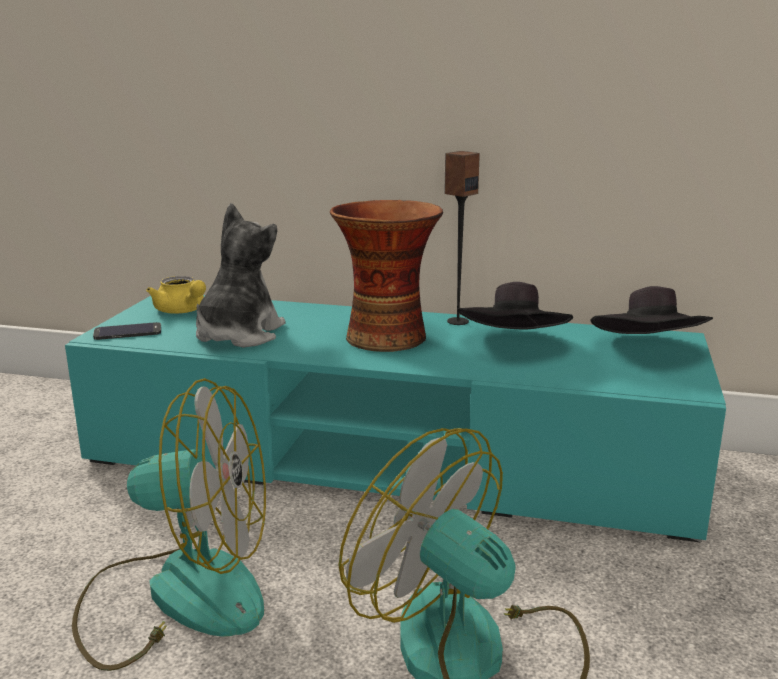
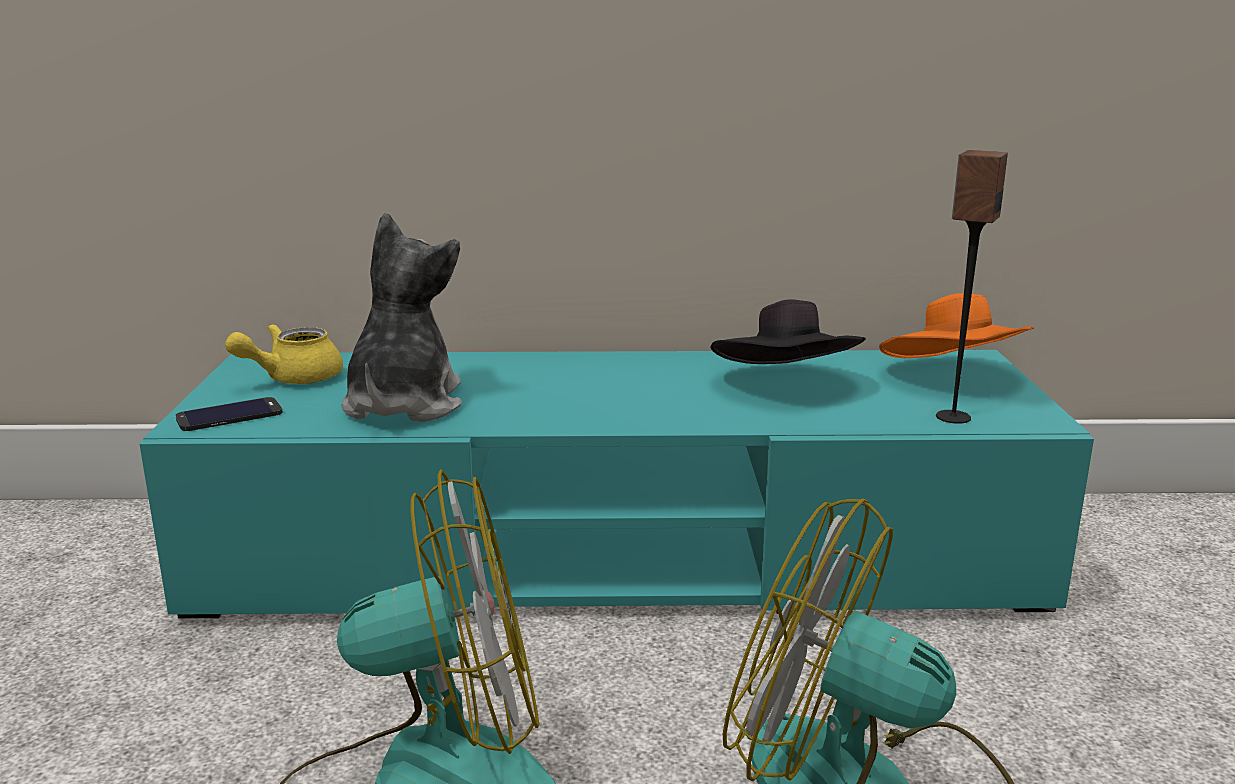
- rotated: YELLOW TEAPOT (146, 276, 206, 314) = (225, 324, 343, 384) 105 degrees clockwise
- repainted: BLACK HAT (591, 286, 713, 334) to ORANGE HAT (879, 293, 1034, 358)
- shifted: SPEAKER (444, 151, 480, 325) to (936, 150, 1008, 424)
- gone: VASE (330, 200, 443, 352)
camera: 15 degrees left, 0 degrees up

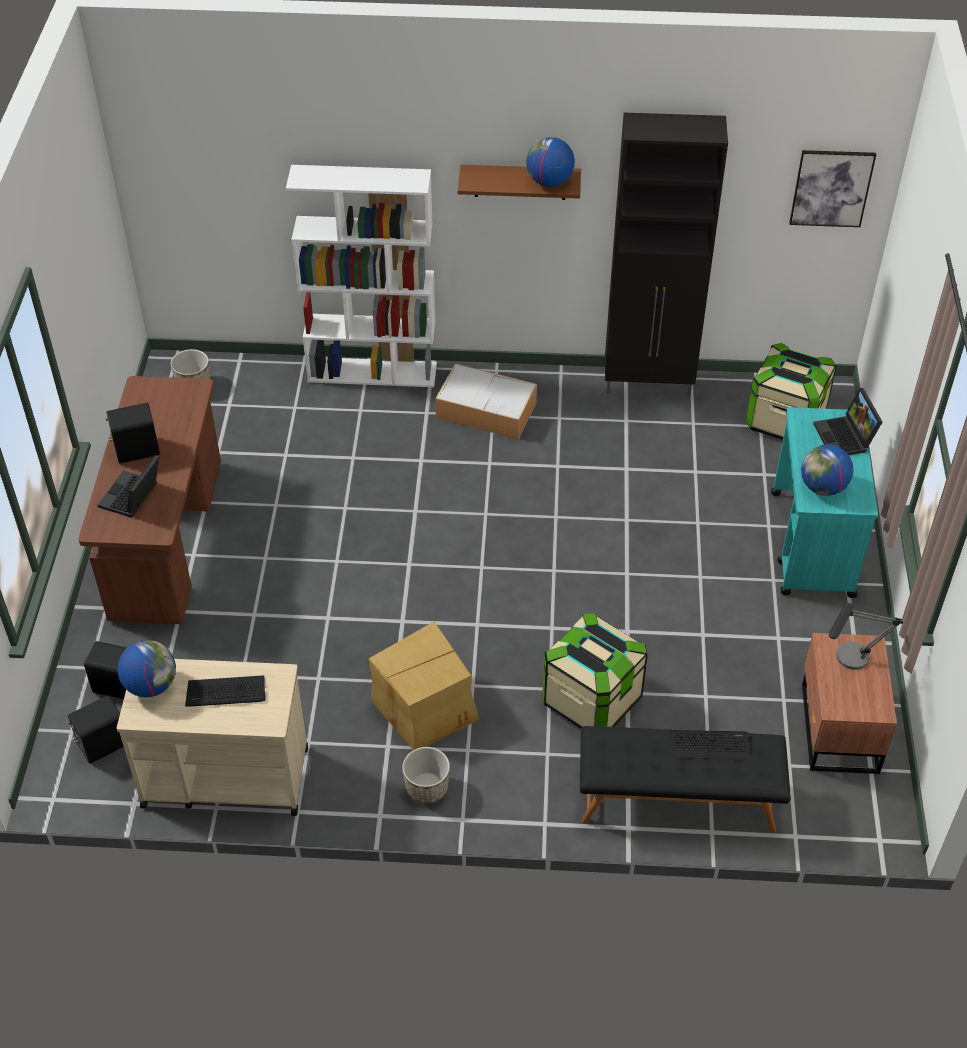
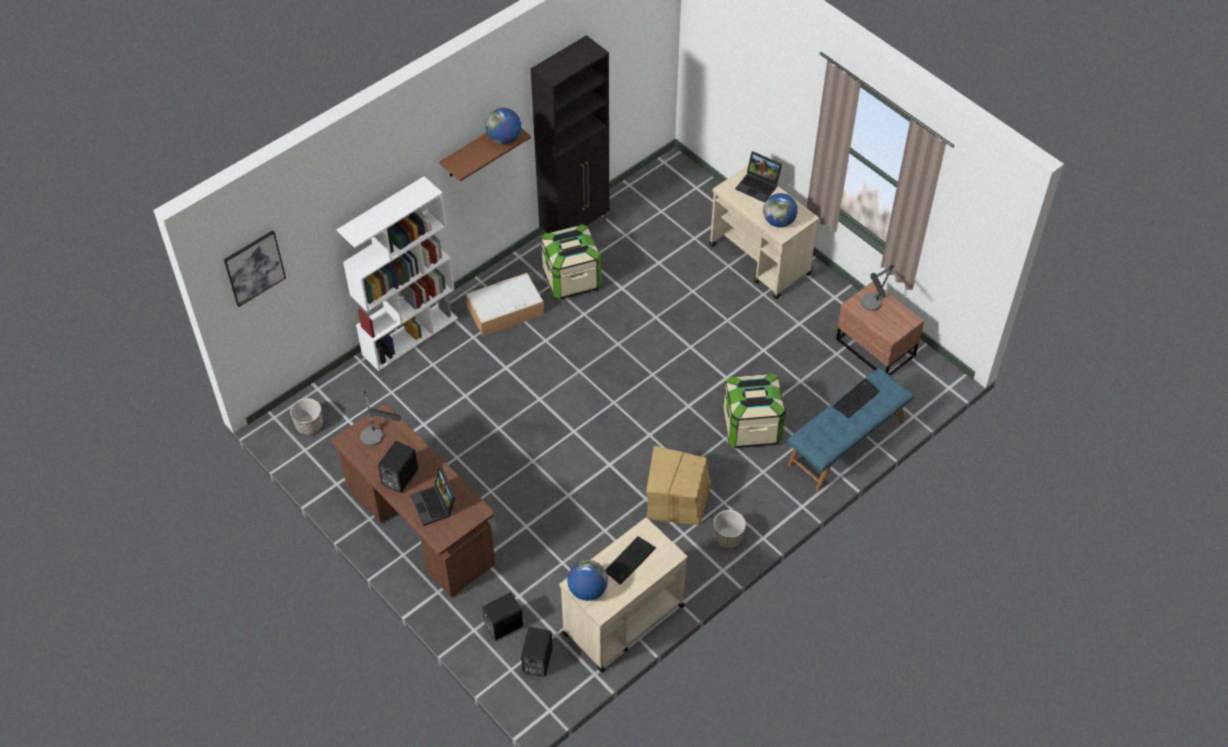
- shifted: PICTURE (789, 150, 876, 227) to (224, 230, 286, 307)
- new: TABLE LAMP (360, 390, 401, 446)
- shifted: STORAGE BOX (746, 343, 837, 440) to (540, 224, 602, 300)
- repainted: TURQUOISE CART (771, 407, 878, 598) to BEIGE CART (709, 165, 819, 299)
- repainted: BLACK BENCH (580, 726, 791, 833) to BLUE BENCH (787, 368, 914, 491)
camera: 45 degrees left, 5 degrees up

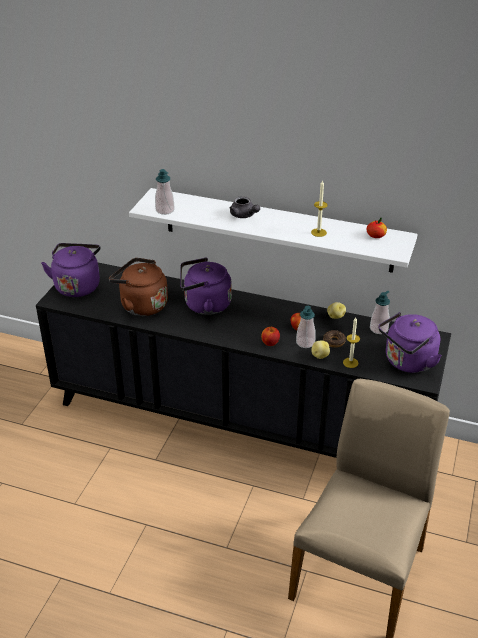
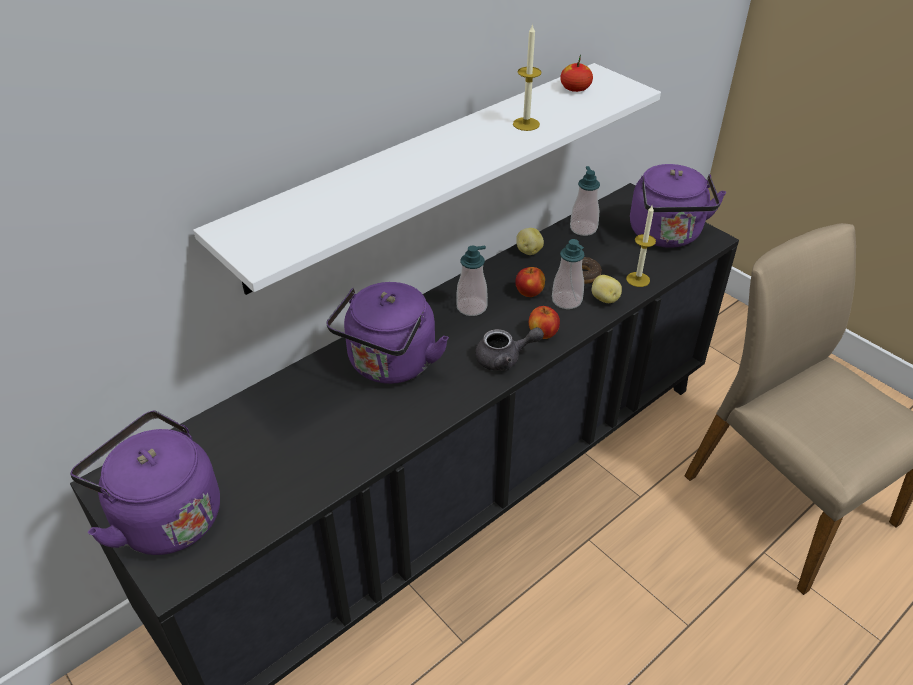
- shifted: SOAP DISPENSER (155, 169, 175, 215) to (456, 245, 488, 316)
- shifted: GREY TEAPOT (230, 196, 260, 218) to (475, 327, 544, 371)
- gone: BROWN KETTLE (109, 258, 168, 316)
camera: 60 degrees left, 5 degrees up

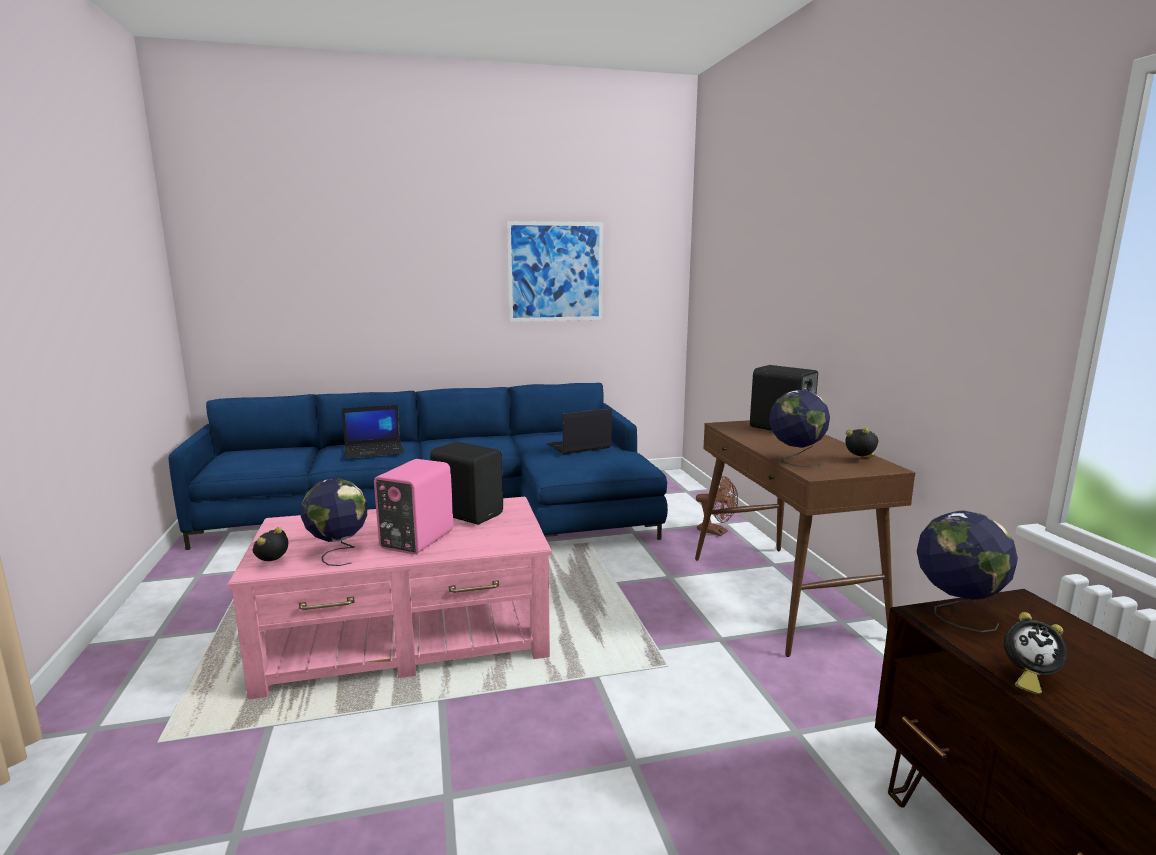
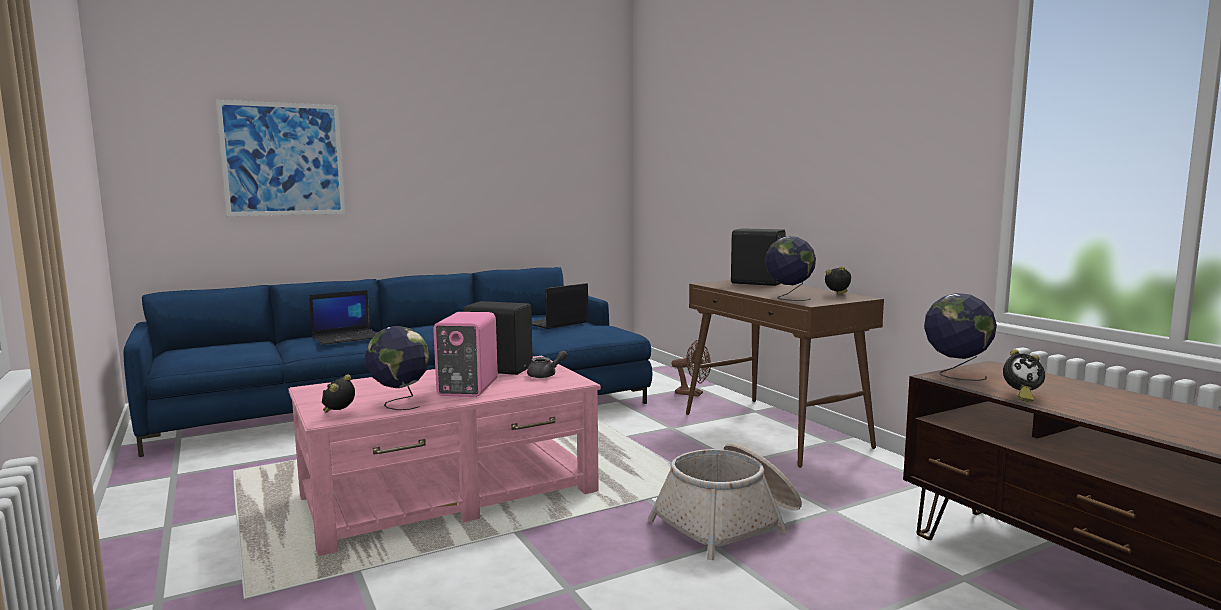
- shifted: PICTURE (507, 221, 603, 322) to (216, 100, 345, 216)
- new: GREY TEAPOT (527, 351, 567, 378)
- new: BASKET (647, 443, 802, 560)
camera: 15 degrees left, 5 degrees down

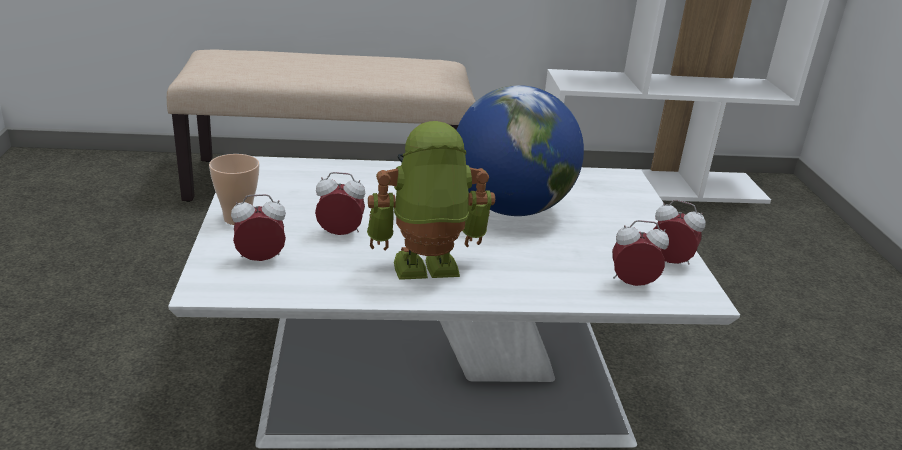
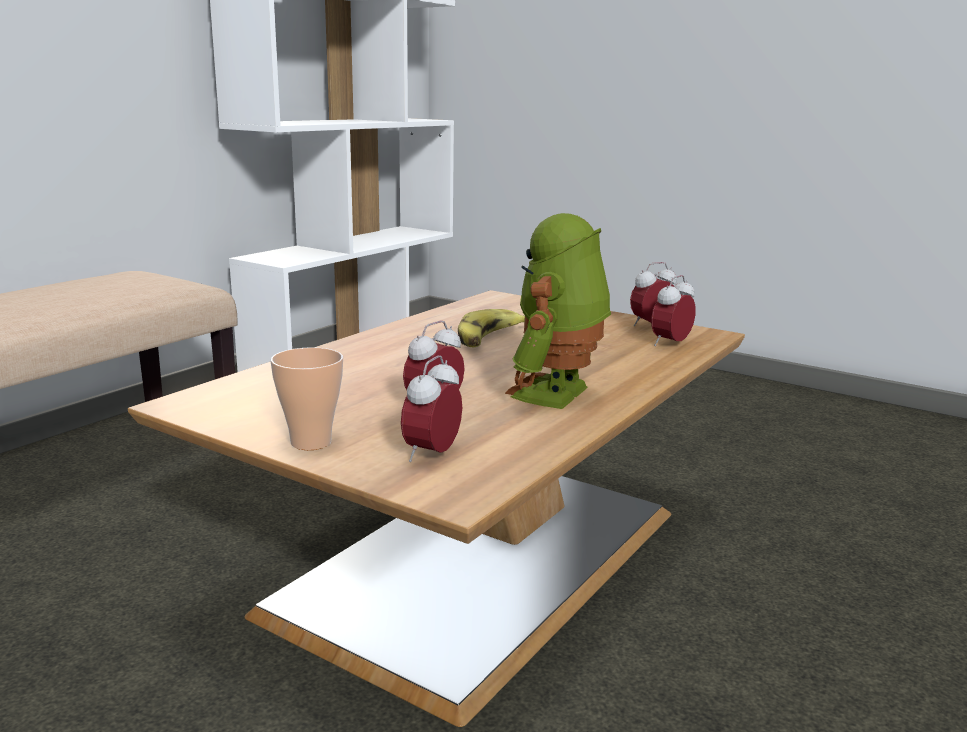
- repainted: WHITE COFFEE TABLE (168, 156, 740, 449) to BROWN COFFEE TABLE (128, 290, 745, 727)
- swapped: GLOBE (456, 85, 584, 216) to BANANA (458, 309, 525, 347)
camera: 50 degrees left, 10 degrees down

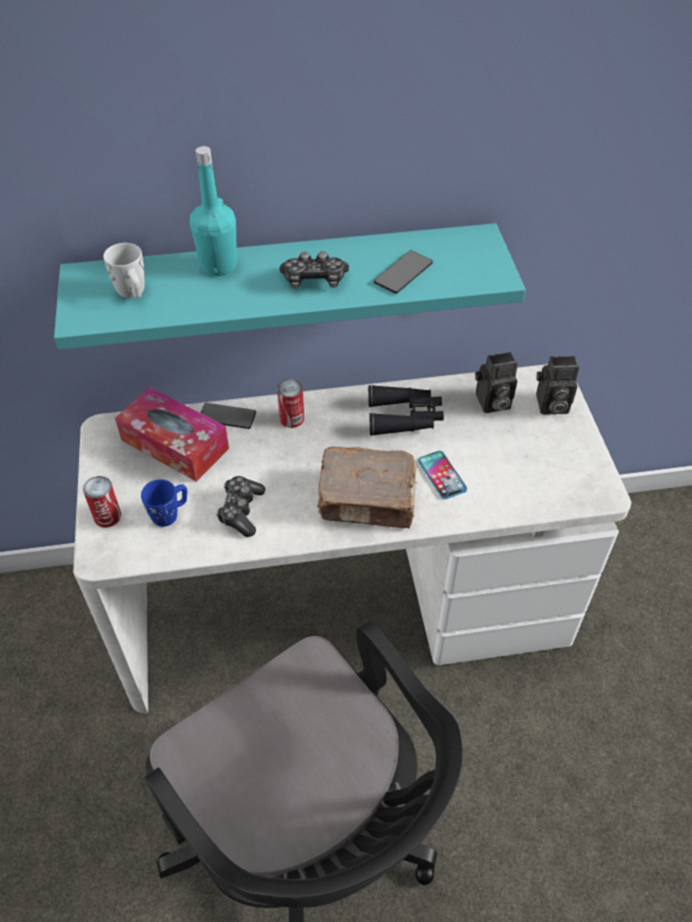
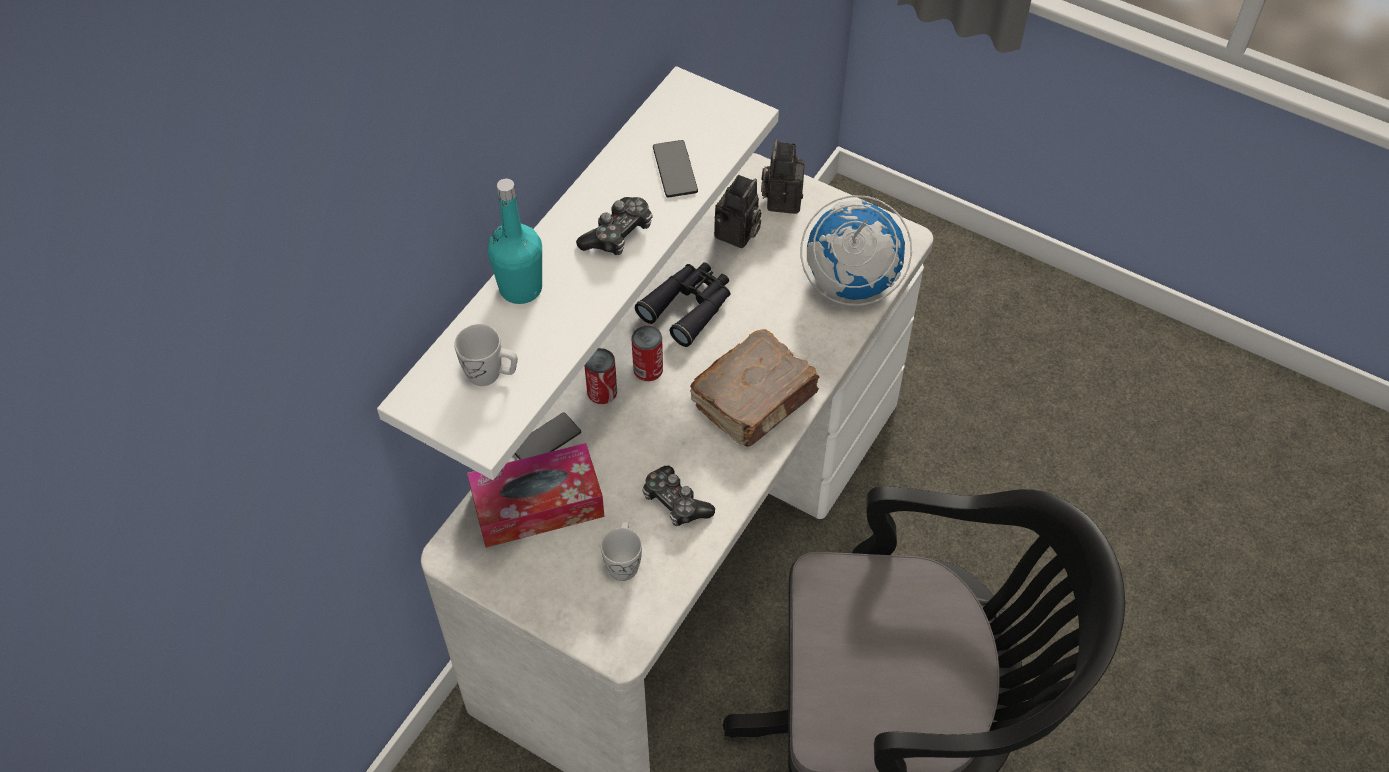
- repainted: TURQUOISE SHELF (54, 223, 526, 350) to WHITE SHELF (377, 66, 779, 480)
- repainted: BLUE MUG (141, 479, 187, 527) to WHITE MUG (601, 522, 642, 581)
- shifted: CAN (83, 476, 121, 527) to (632, 326, 663, 381)
- rotated: PHOTO CAMERA (536, 356, 580, 415) = (761, 139, 805, 214) 150 degrees clockwise
- new: GLOBE (800, 195, 912, 306)
- gone: PHONE (418, 451, 467, 499)
camera: 50 degrees left, 5 degrees up

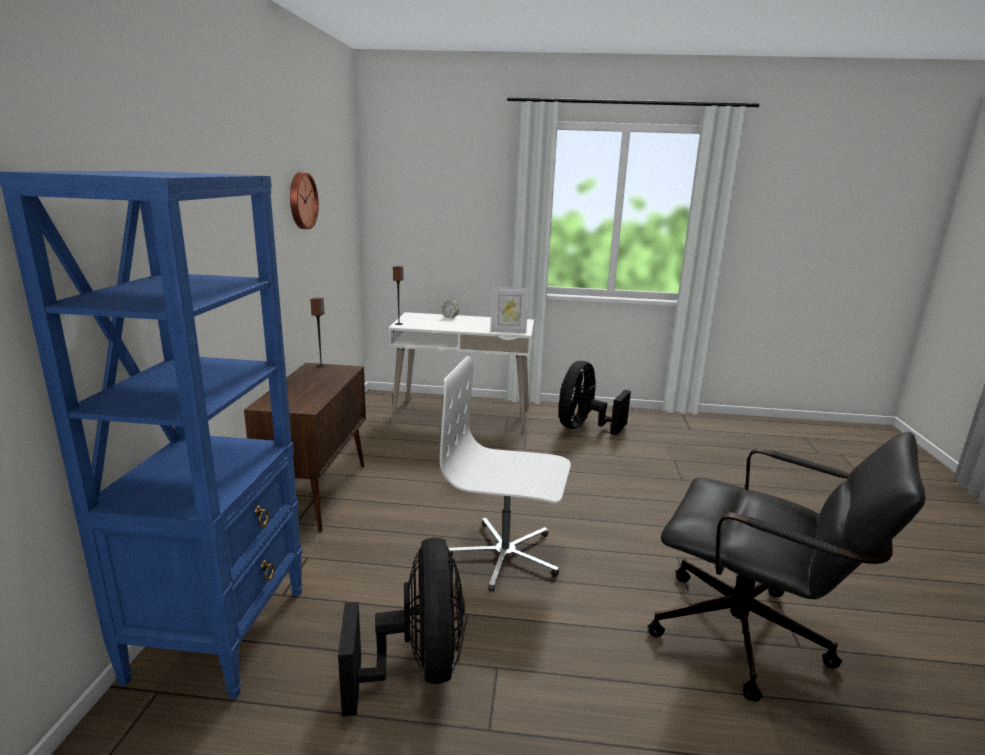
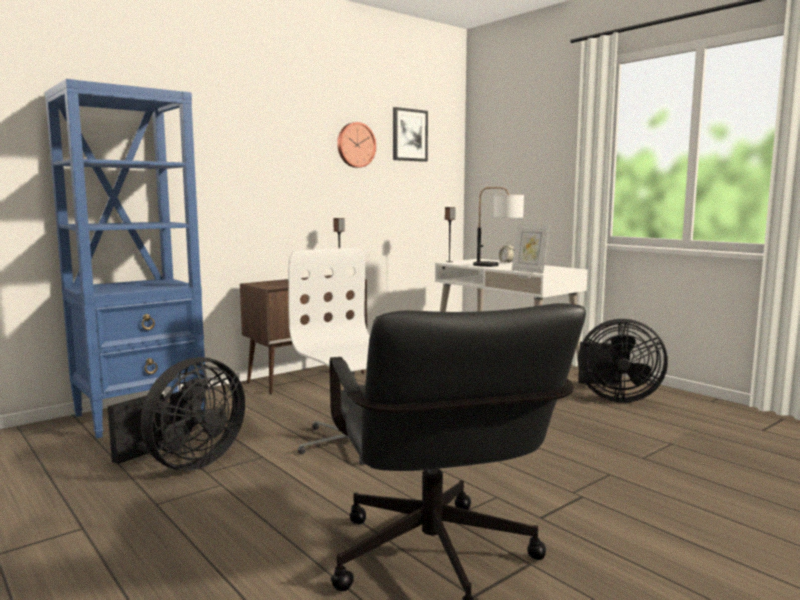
- new: PICTURE (393, 107, 428, 162)
- new: TABLE LAMP (473, 187, 524, 267)
- rotated: BLACK FAN (559, 361, 631, 435) = (578, 319, 668, 403) 150 degrees counterclockwise
camera: 45 degrees right, 10 degrees down

